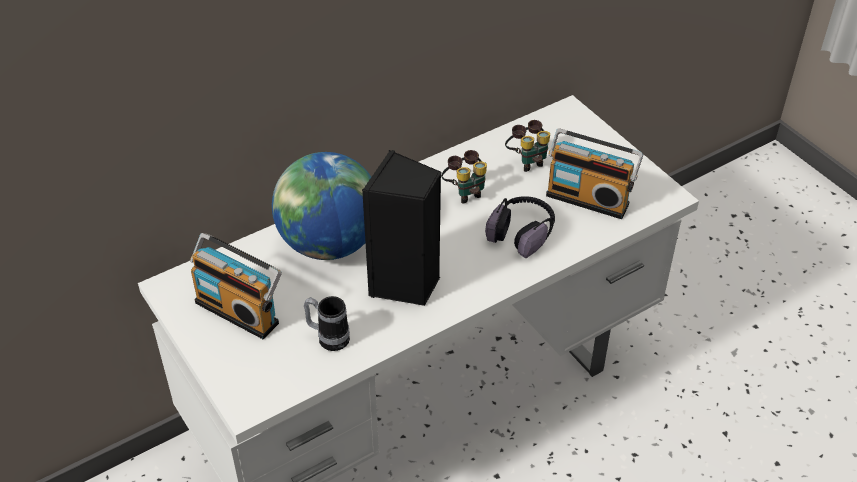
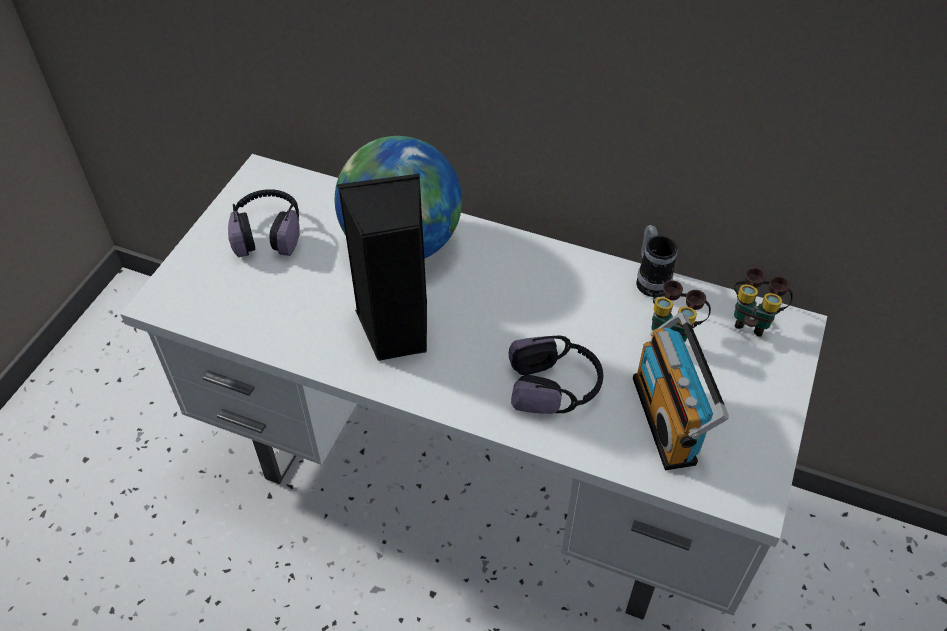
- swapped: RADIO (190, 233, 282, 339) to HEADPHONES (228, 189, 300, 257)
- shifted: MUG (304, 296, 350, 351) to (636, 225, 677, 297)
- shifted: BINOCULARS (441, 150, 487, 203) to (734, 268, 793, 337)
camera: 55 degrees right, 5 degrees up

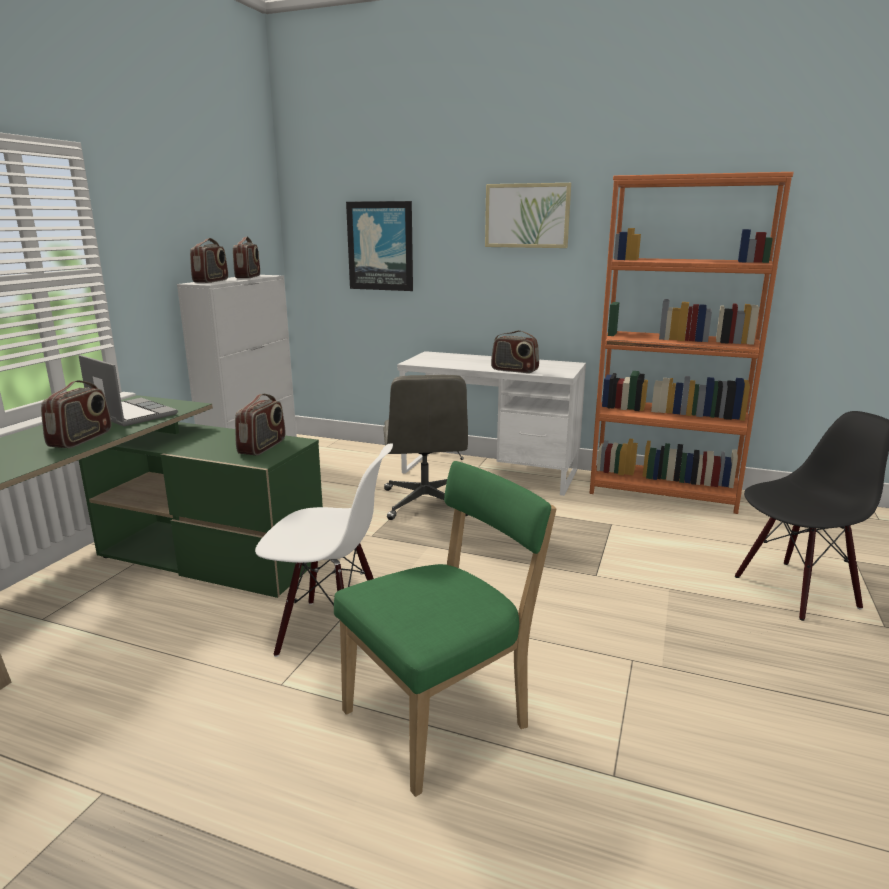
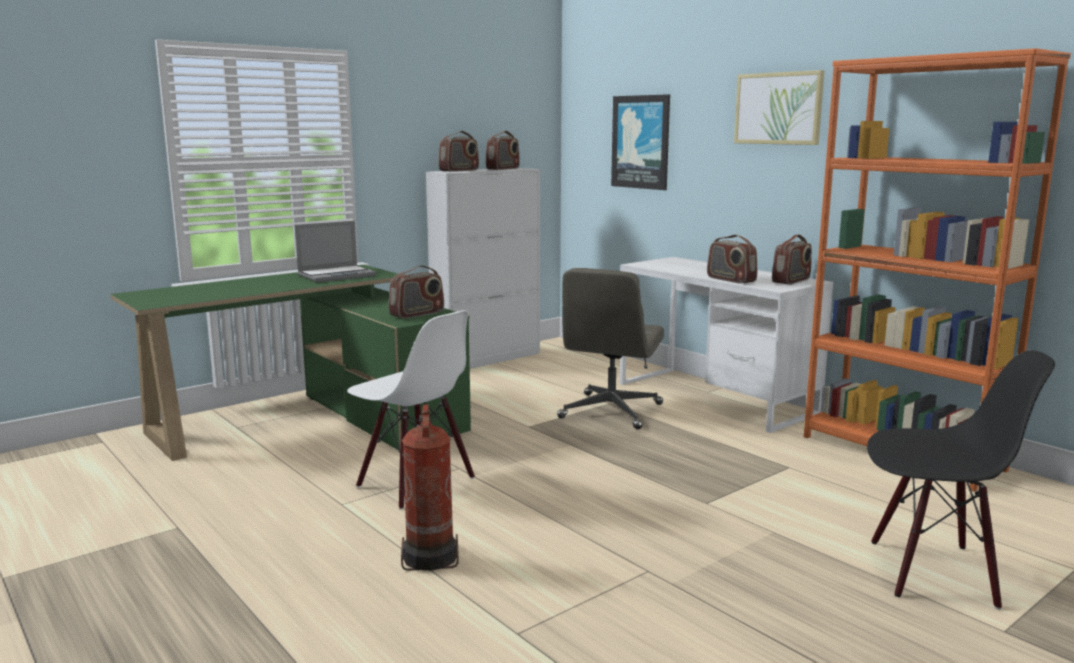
- rotated: LAPTOP (78, 355, 178, 427) = (295, 221, 376, 283) 75 degrees clockwise
- swapped: GREEN CHAIR (334, 461, 557, 797) to FIRE EXTINGUISHER (401, 404, 459, 571)
- shifted: RADIO (41, 380, 111, 448) to (772, 235, 812, 285)
camera: 30 degrees right, 5 degrees down

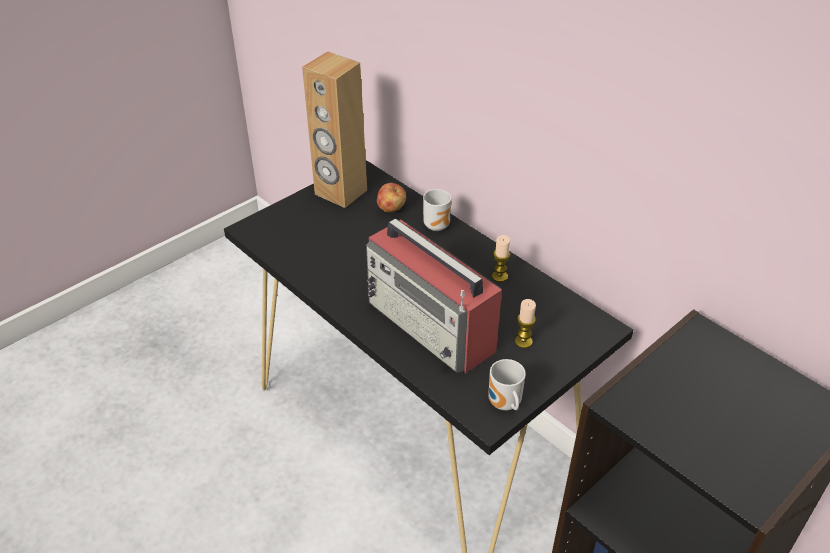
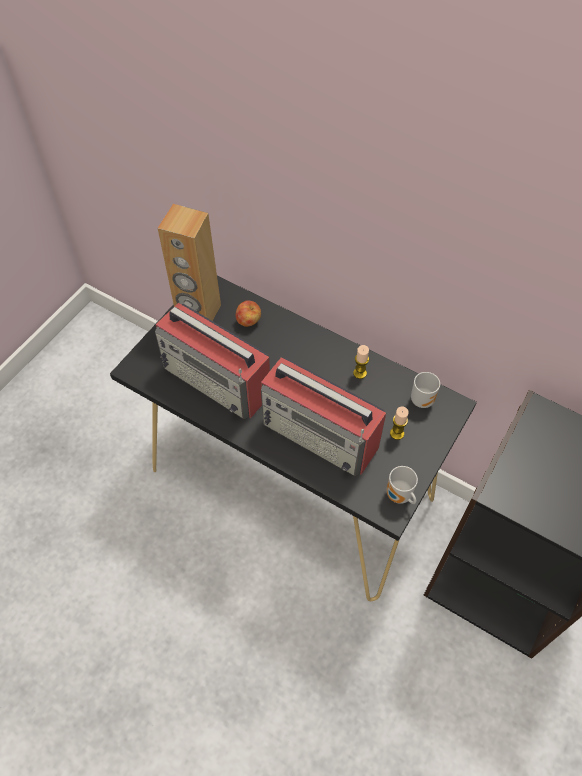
- new: RADIO (155, 303, 270, 419)
- shifted: MUG (423, 189, 451, 231) to (411, 372, 440, 408)
camera: 15 degrees left, 15 degrees up

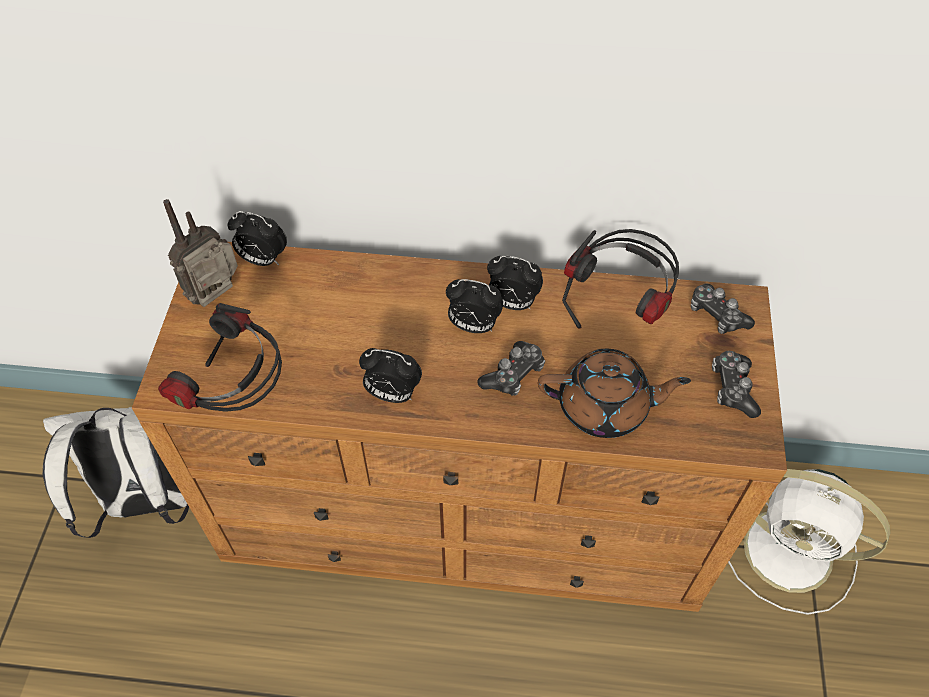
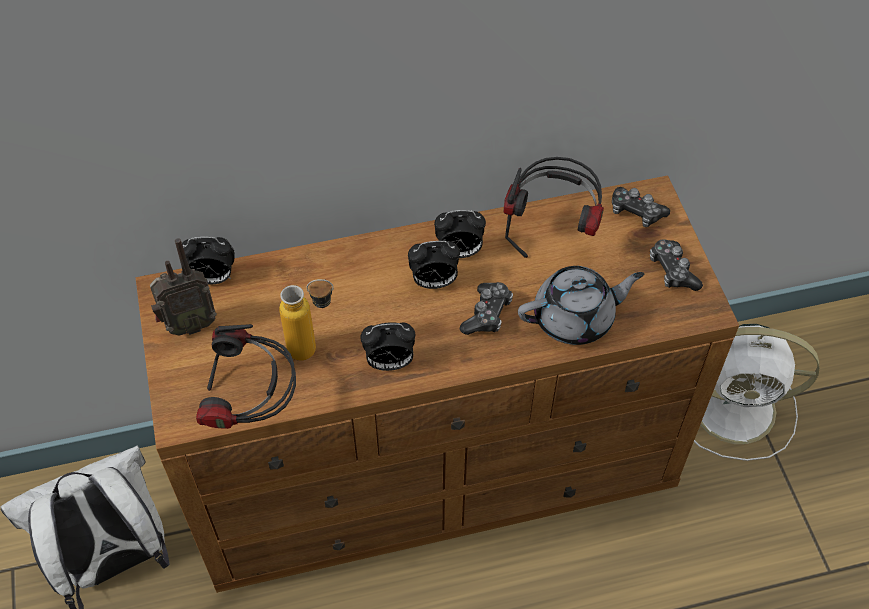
- rotated: RADIO (163, 199, 238, 307) = (150, 238, 217, 336) 135 degrees counterclockwise
- new: BOTTLE (279, 279, 334, 361)
- repainted: BROWN TEAPOT (538, 349, 691, 438) to GREY TEAPOT (518, 266, 644, 345)
camera: 20 degrees left, 0 degrees up

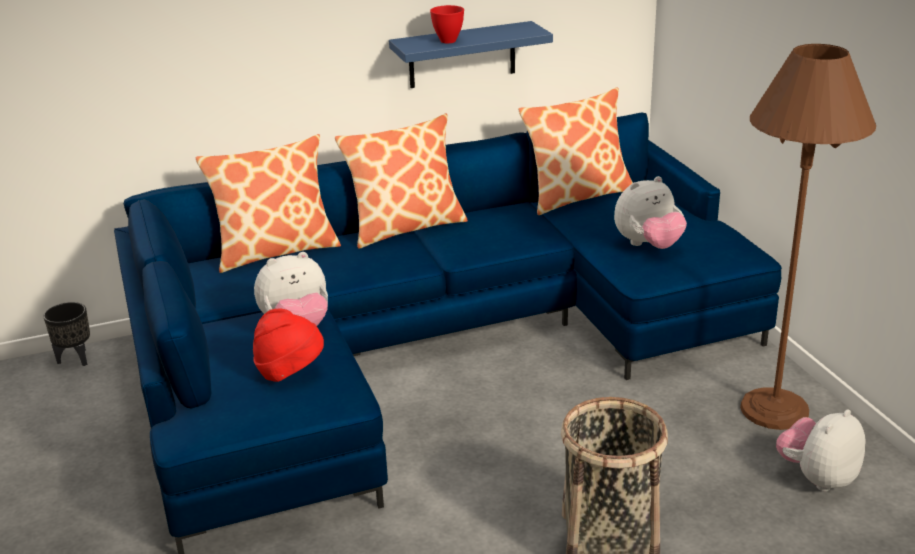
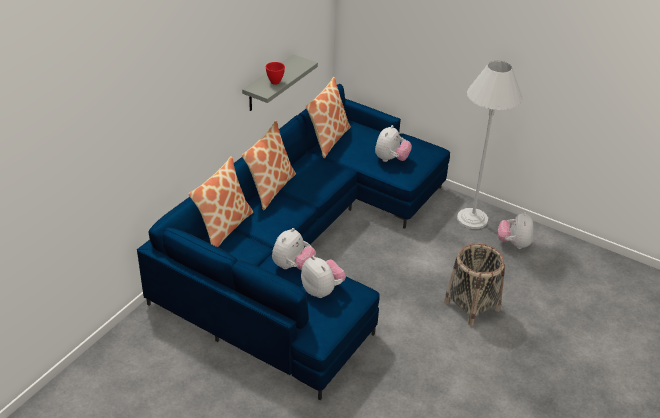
- repainted: BLUE SHELF (389, 21, 553, 88) to GREY SHELF (242, 54, 318, 111)
- swapped: RED HAT (253, 309, 324, 382) to PLUSH TOY (301, 256, 346, 298)
- repainted: BROWN FLOOR LAMP (740, 44, 876, 430) to WHITE FLOOR LAMP (457, 61, 522, 229)
- gone: BLACK PLANTER (43, 302, 90, 366)
camera: 40 degrees left, 10 degrees up

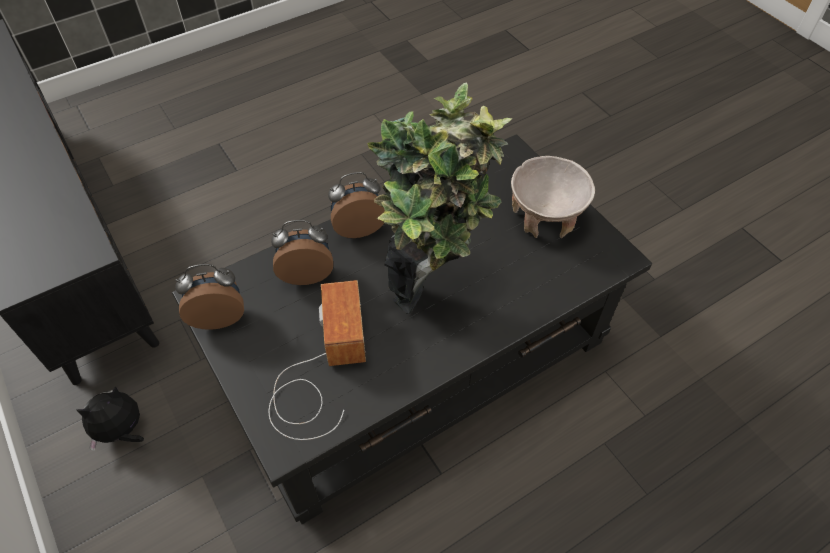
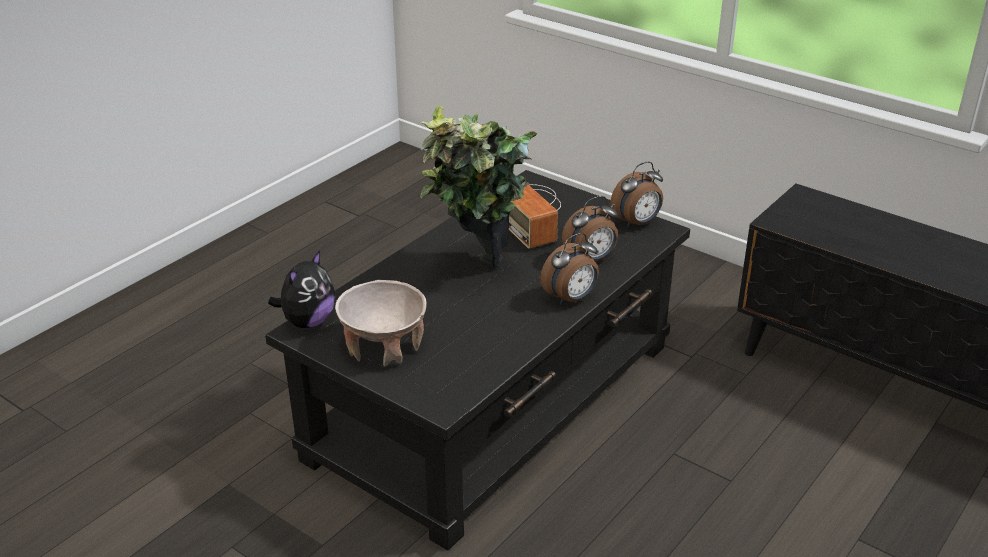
- shifted: PLUSH TOY (77, 386, 144, 451) to (268, 250, 335, 328)
camera: 160 degrees right, 20 degrees down

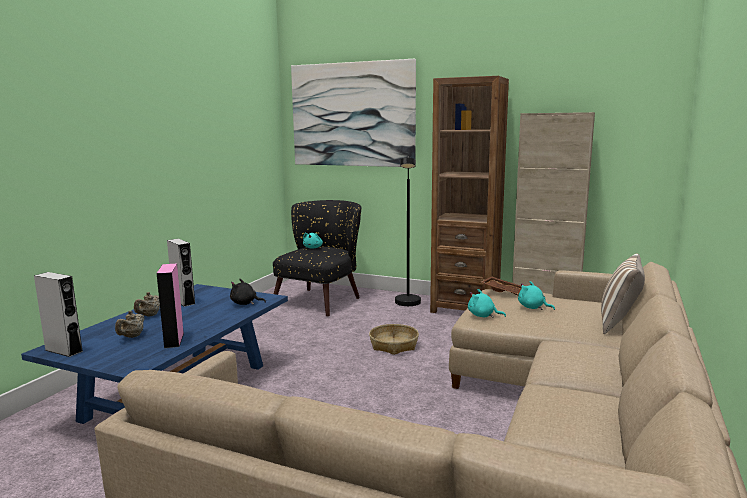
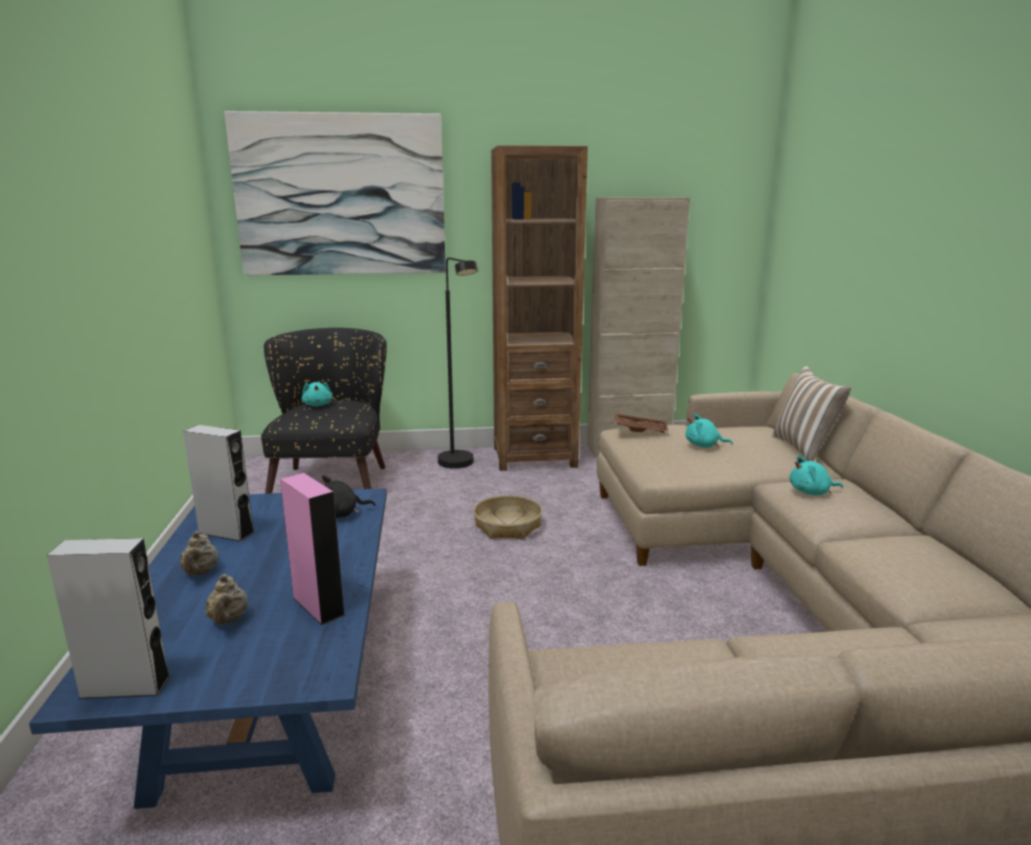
- shifted: TURQUOISE PLUSH TOY (468, 289, 506, 318) to (789, 456, 843, 495)
camera: 30 degrees left, 5 degrees up

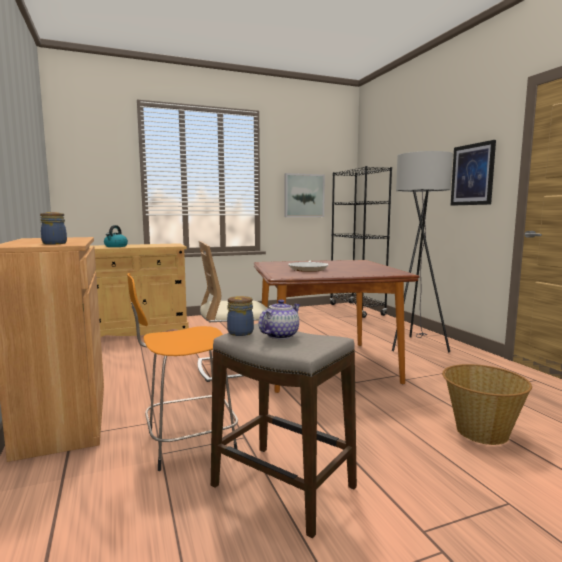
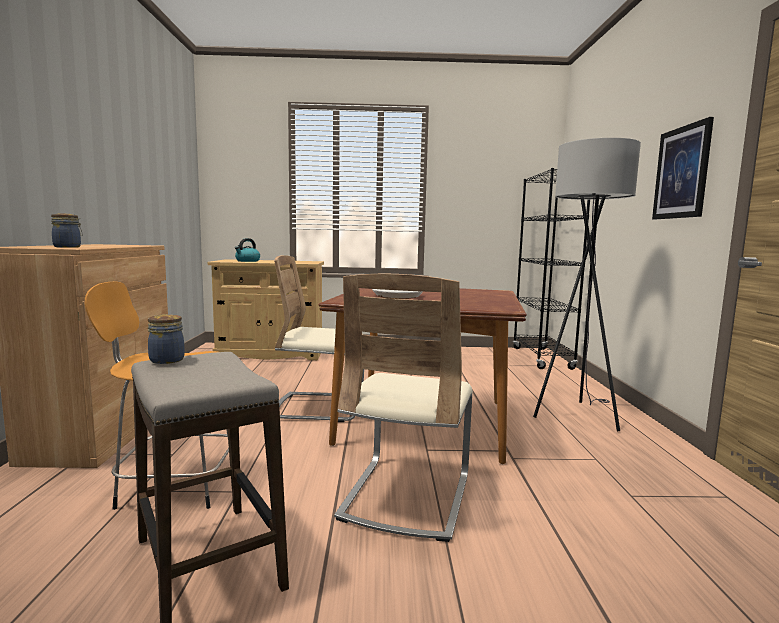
- new: BEIGE CHAIR (334, 273, 473, 542)
- gone: TEAPOT (258, 299, 301, 339)
- gone: PICTURE (284, 173, 325, 217)
- gone: BASKET (442, 364, 532, 445)
camera: 20 degrees right, 0 degrees up

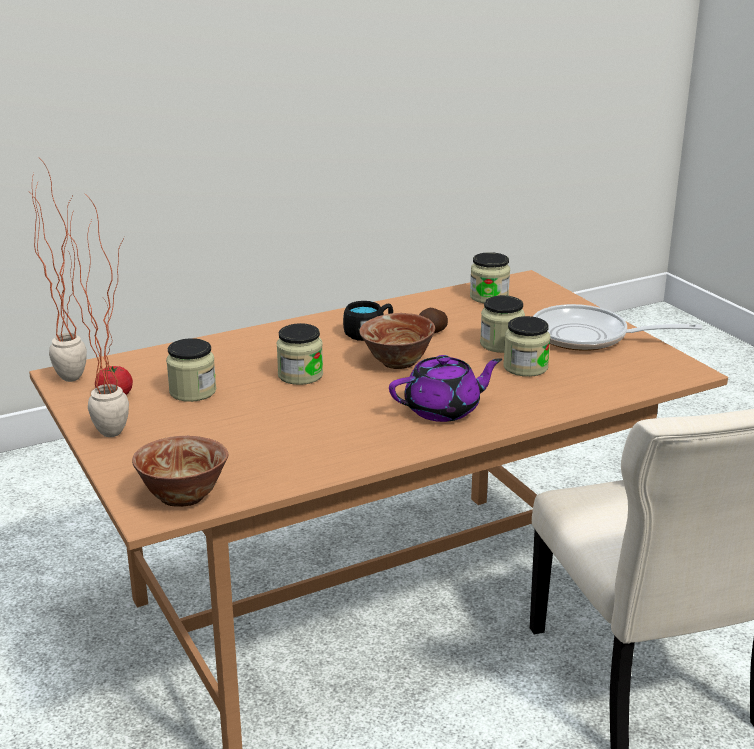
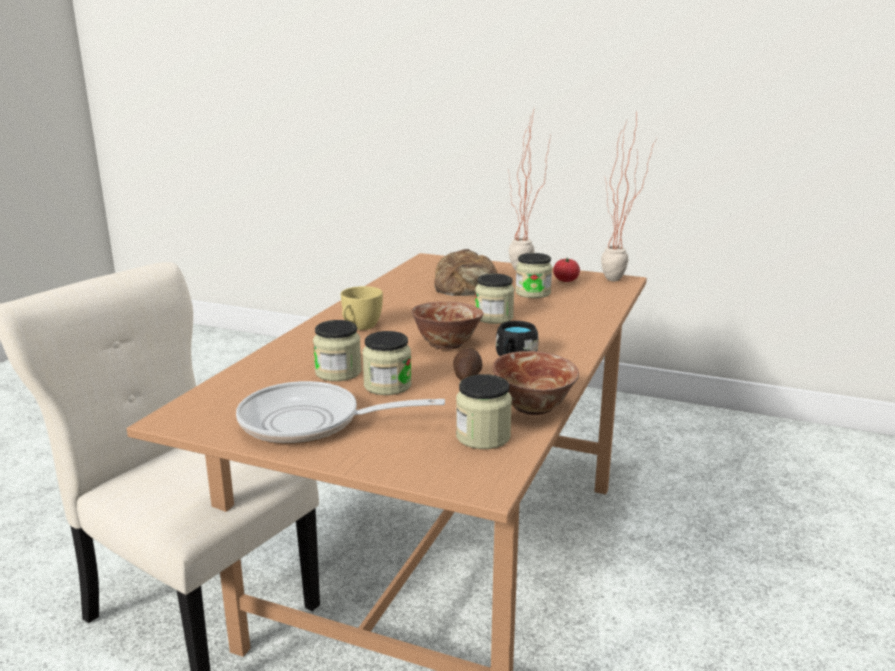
- rotated: FRYING PAN (533, 304, 702, 351) = (236, 381, 445, 444) 150 degrees counterclockwise
- swapped: PURPLE TEAPOT (389, 355, 502, 422) to YELLOW CUP (341, 286, 383, 330)
- new: BREAD (434, 249, 498, 296)
- shifted: BOWL (132, 436, 228, 507) to (493, 351, 579, 415)
camera: 140 degrees right, 5 degrees down

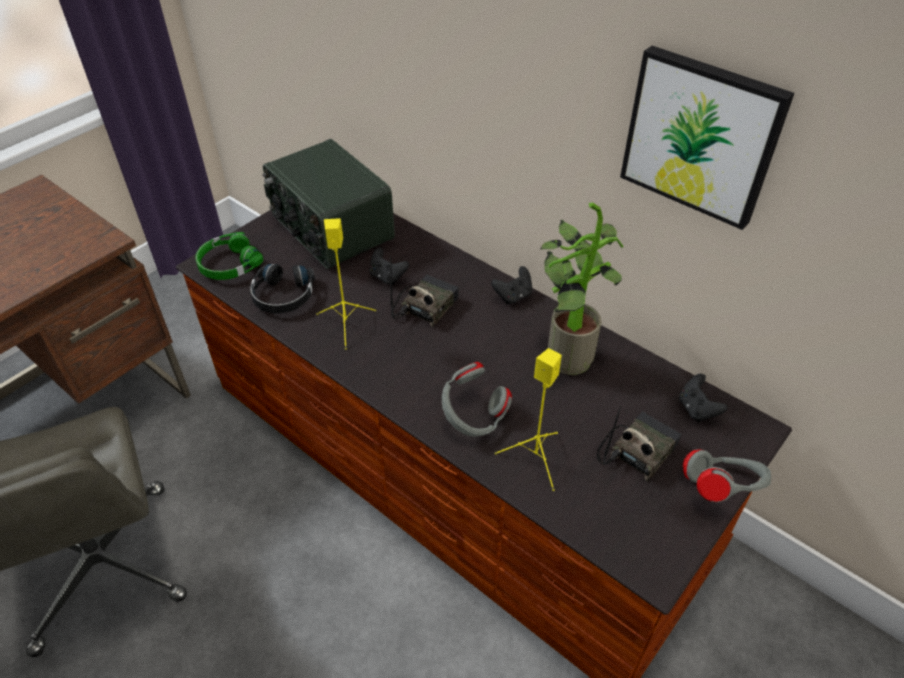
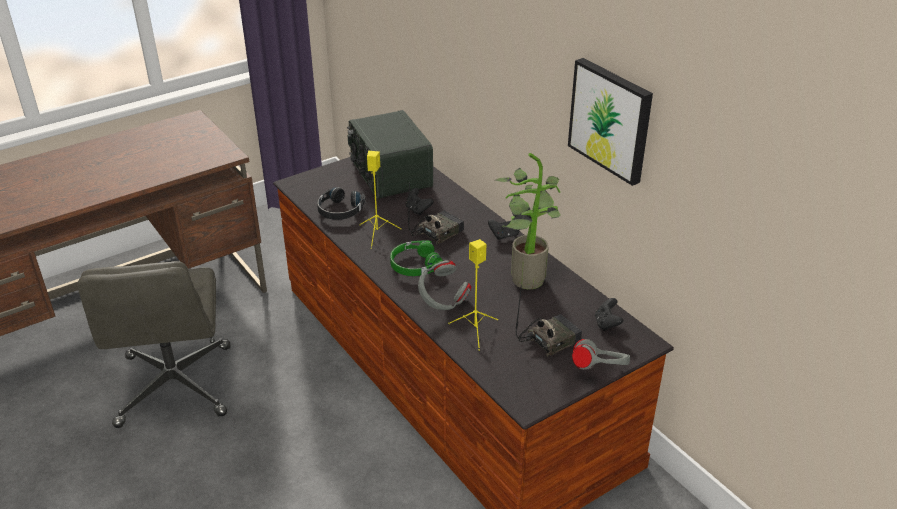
- shifted: GREEN HEADPHONES (195, 232, 263, 280) to (390, 240, 443, 276)
camera: 15 degrees right, 10 degrees down

